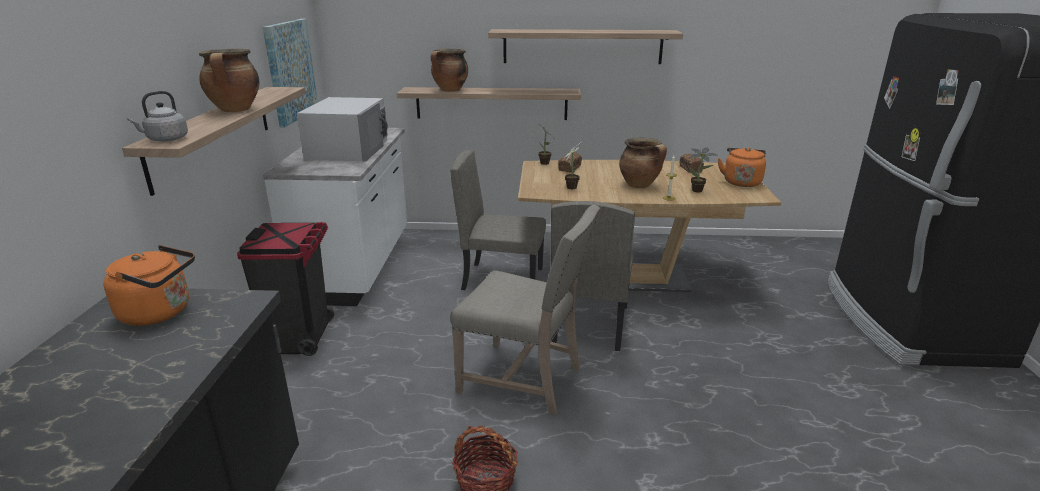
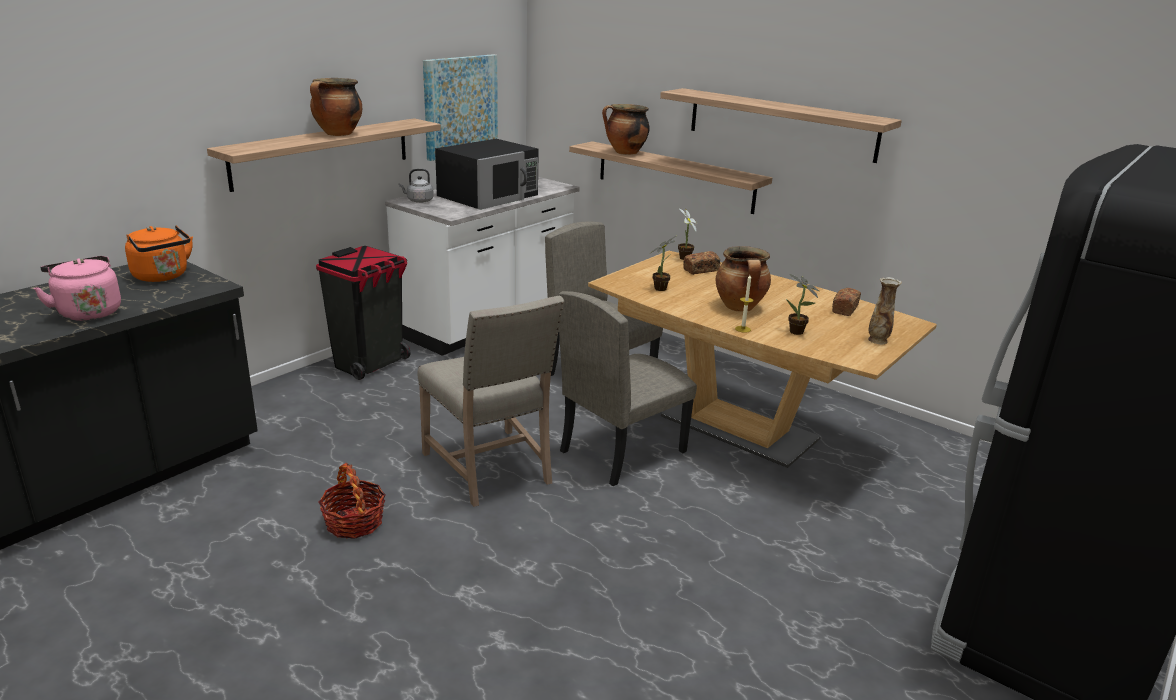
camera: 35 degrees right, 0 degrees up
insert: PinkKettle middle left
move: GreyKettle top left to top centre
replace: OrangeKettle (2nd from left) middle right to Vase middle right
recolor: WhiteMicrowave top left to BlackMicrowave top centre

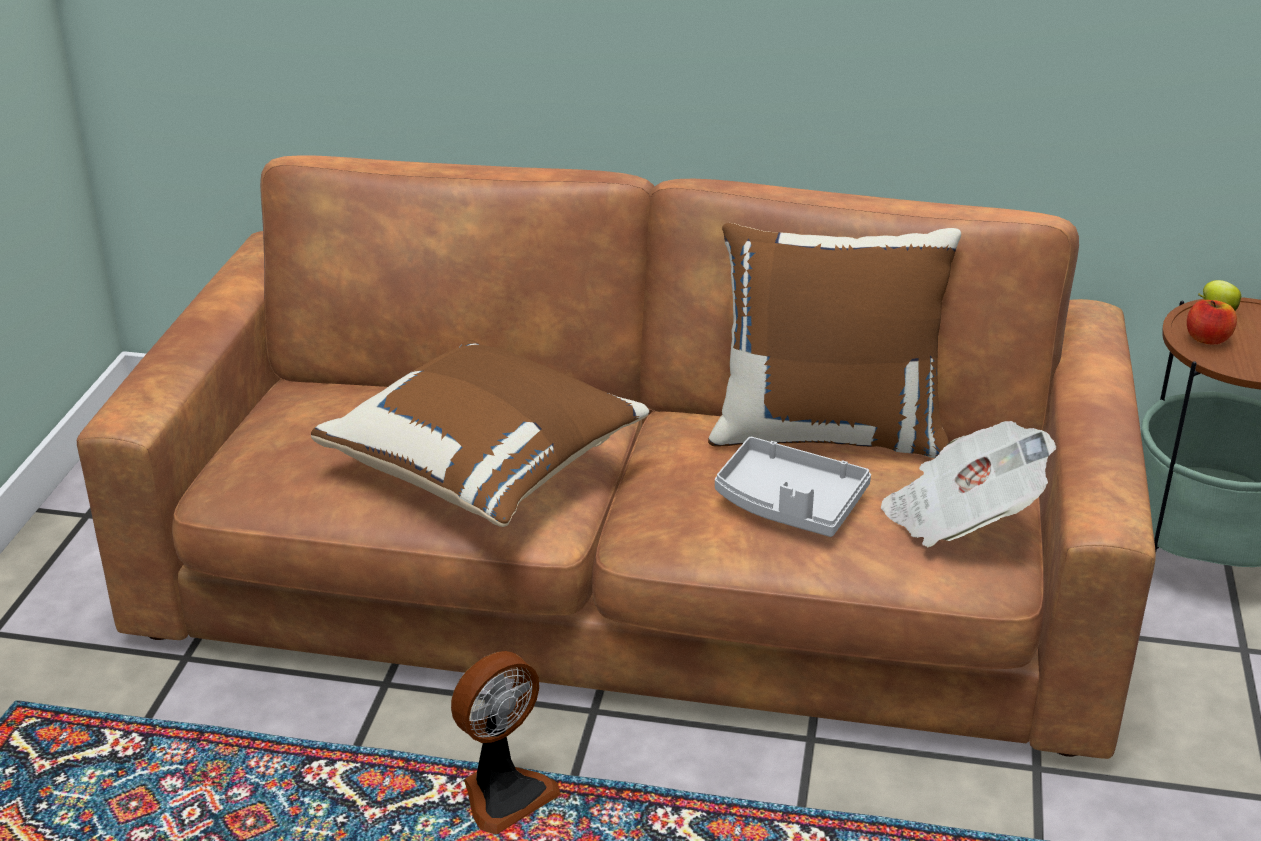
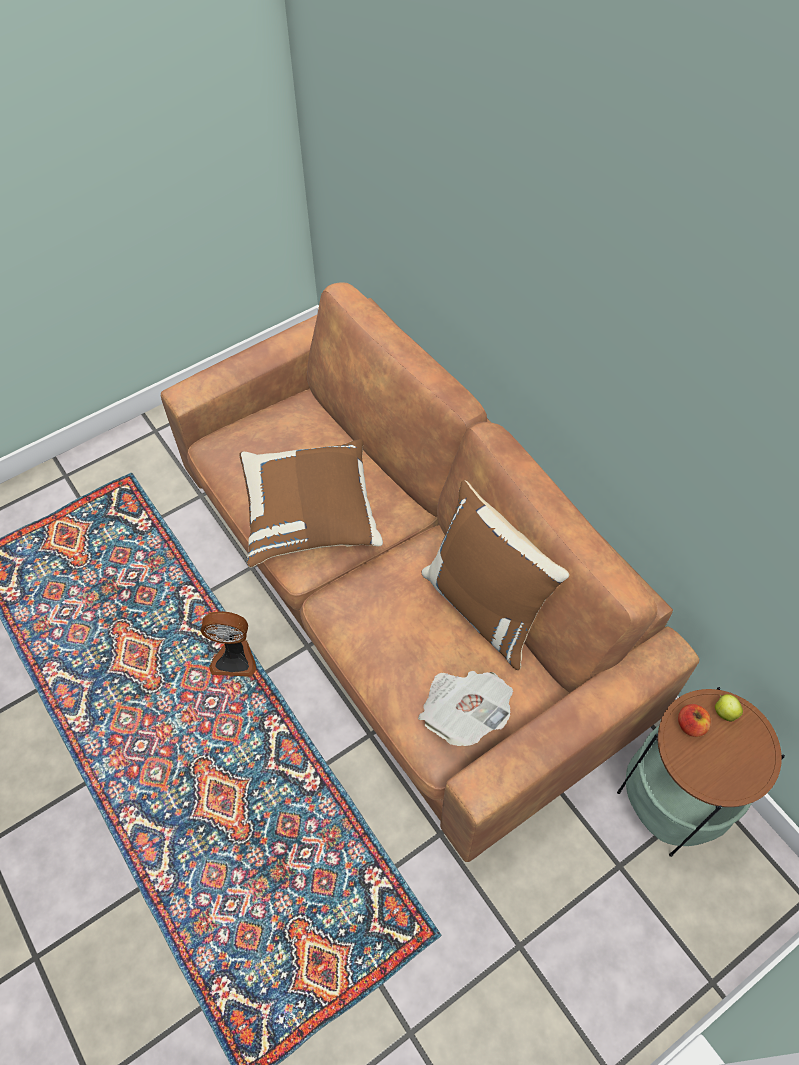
camera: 45 degrees right, 25 degrees up
delete: GreyTray centre

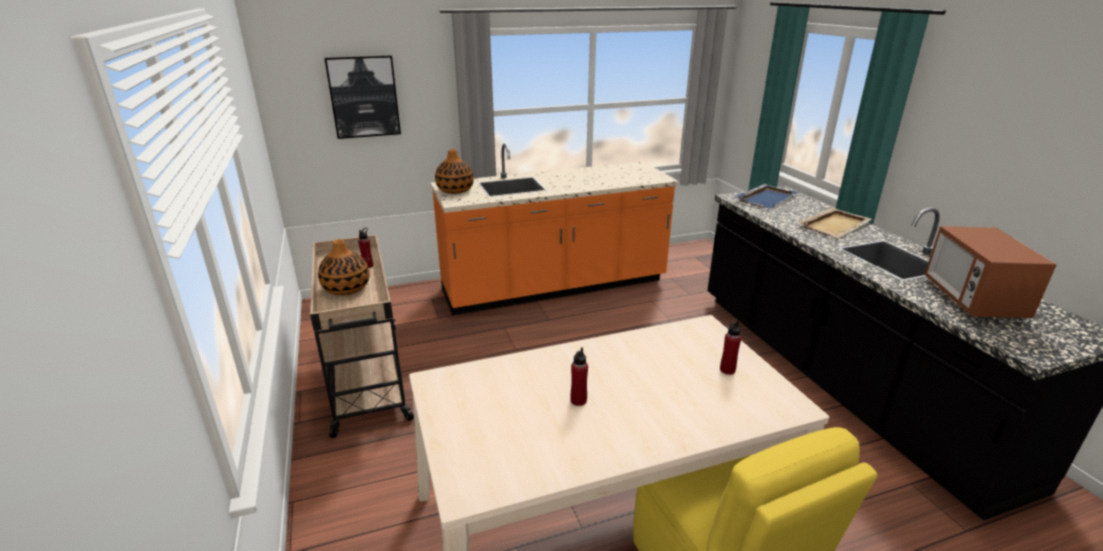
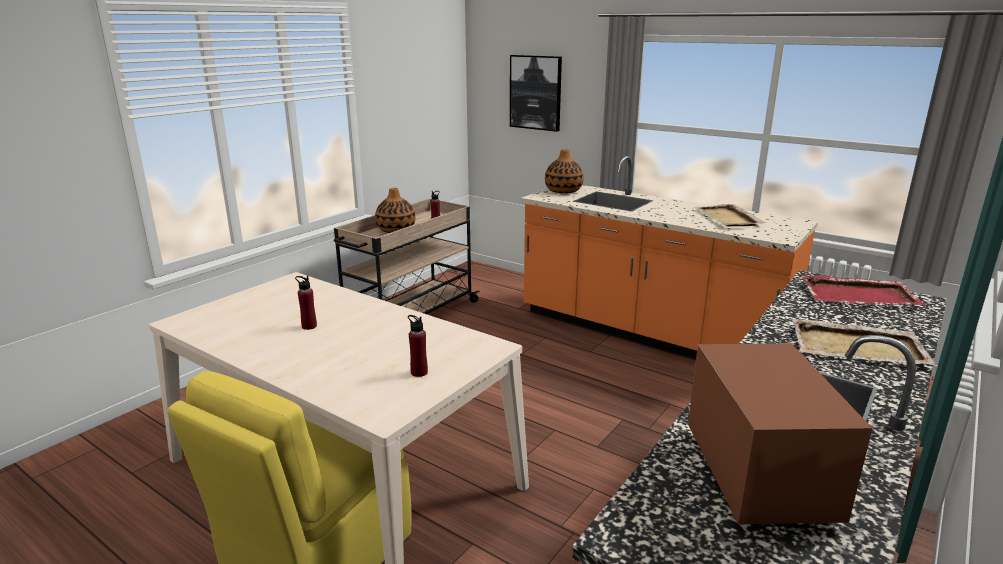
camera: 55 degrees right, 5 degrees down
insert: BeigeTray (1st from left) middle right
recolor: BlueTray middle right to RedTray middle right
rotate: Microwave middle right = bottom right 120 degrees clockwise

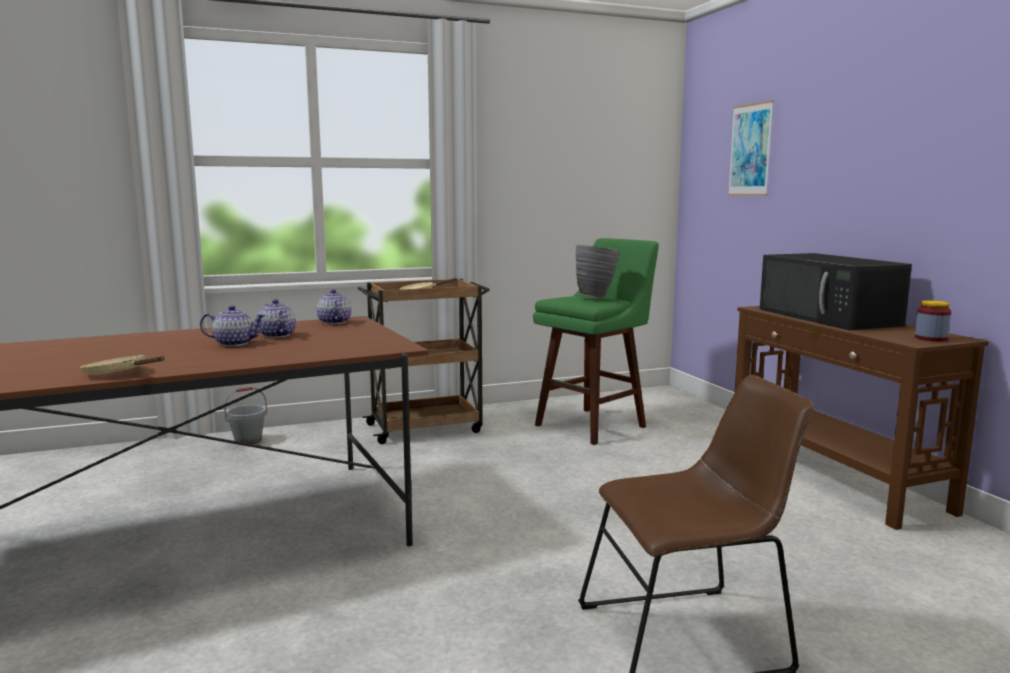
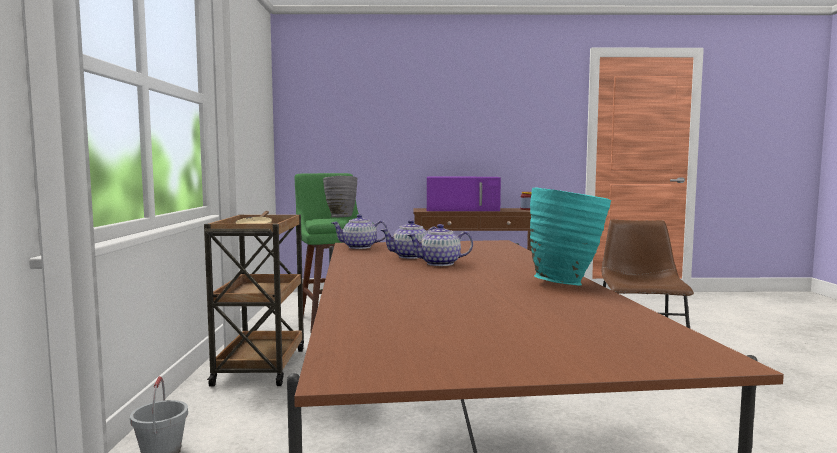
camera: 70 degrees left, 5 degrees down
delete: Picture top right
replace: BeigeFryingPan (1st from left) middle left to TurquoiseVase middle right
recolor: BlackMicrowave middle right to PurpleMicrowave centre
rotate: Teapot (1st from left in the first image) middle left = centre 120 degrees counterclockwise

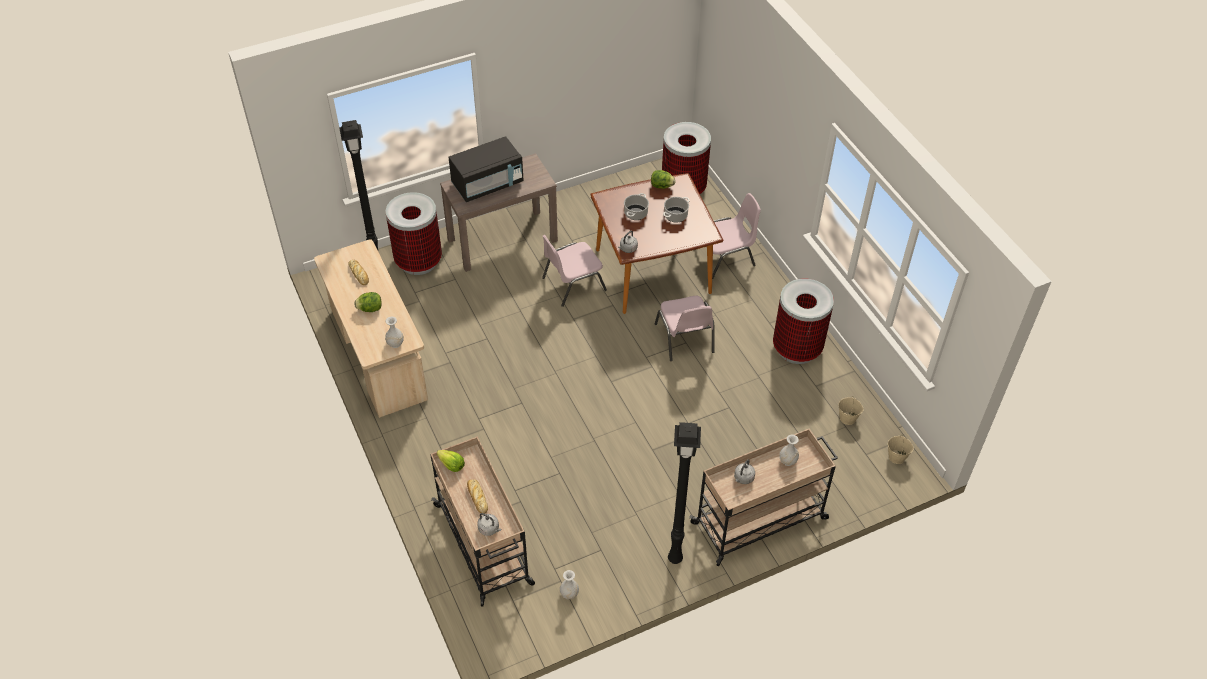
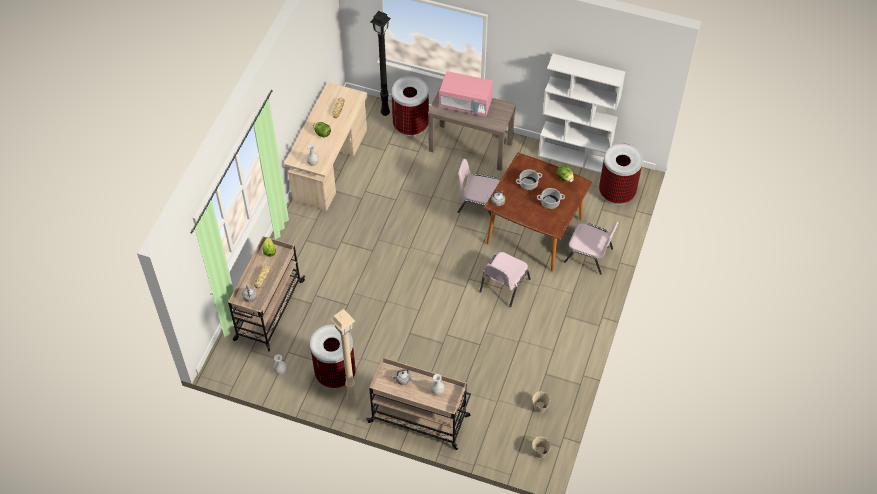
camera: 45 degrees right, 5 degrees up
insert: WhiteBookcase top centre
move: TrashCan (3rd from left in the first image) centre to TrashCan (1st from left) bottom centre
recolor: BlackMicrowave top centre to PinkMicrowave top centre; BlackFloorLamp (2nd from left) bottom centre to BeigeFloorLamp bottom centre

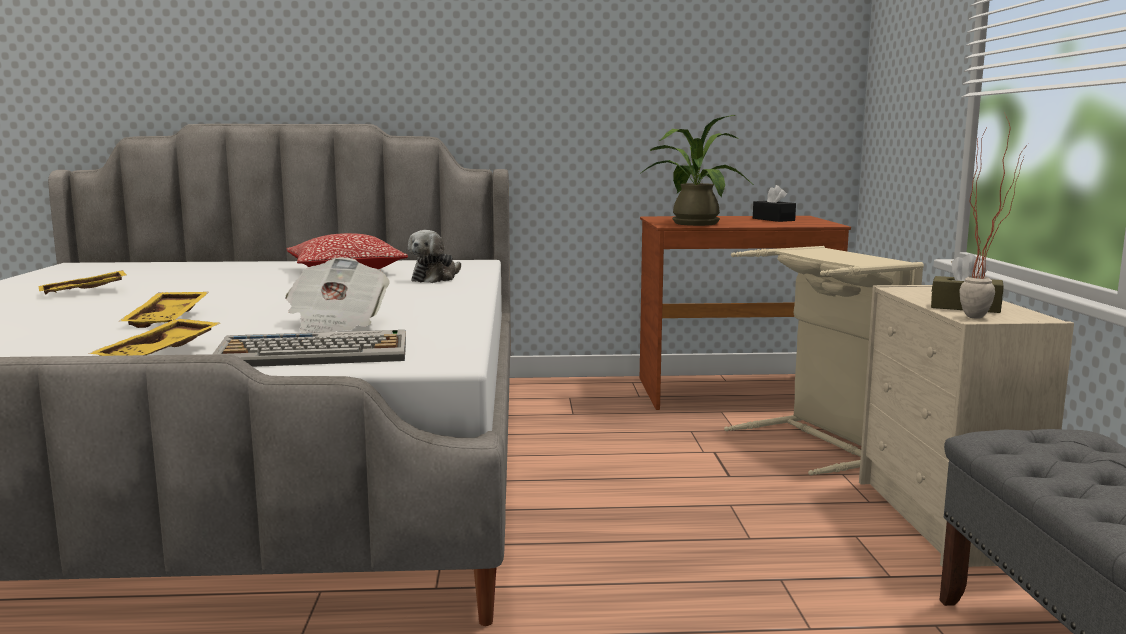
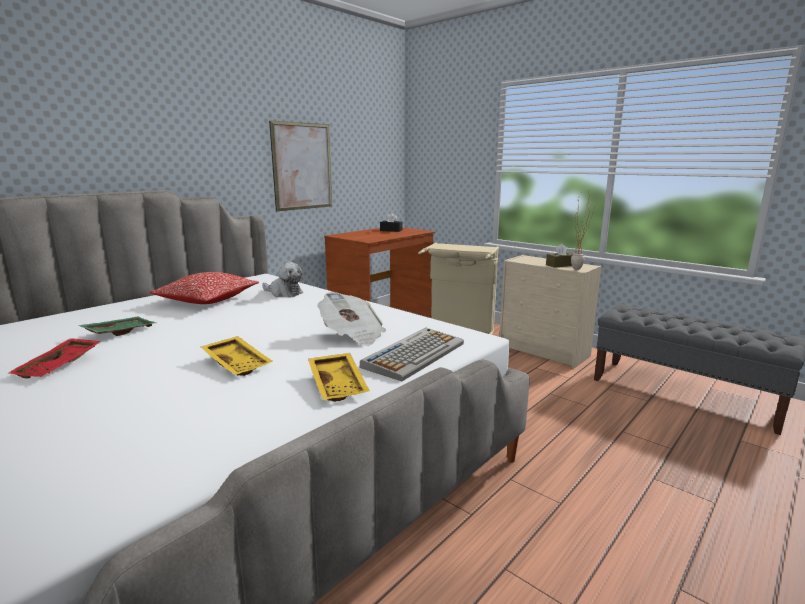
camera: 45 degrees left, 5 degrees up
delete: PottedPlant (1st from left) top centre
insert: GreenTray middle left; Picture top centre
recolor: YellowTray (1st from left) middle left to RedTray middle left
rotate: PlushToy centre = centre 45 degrees counterclockwise

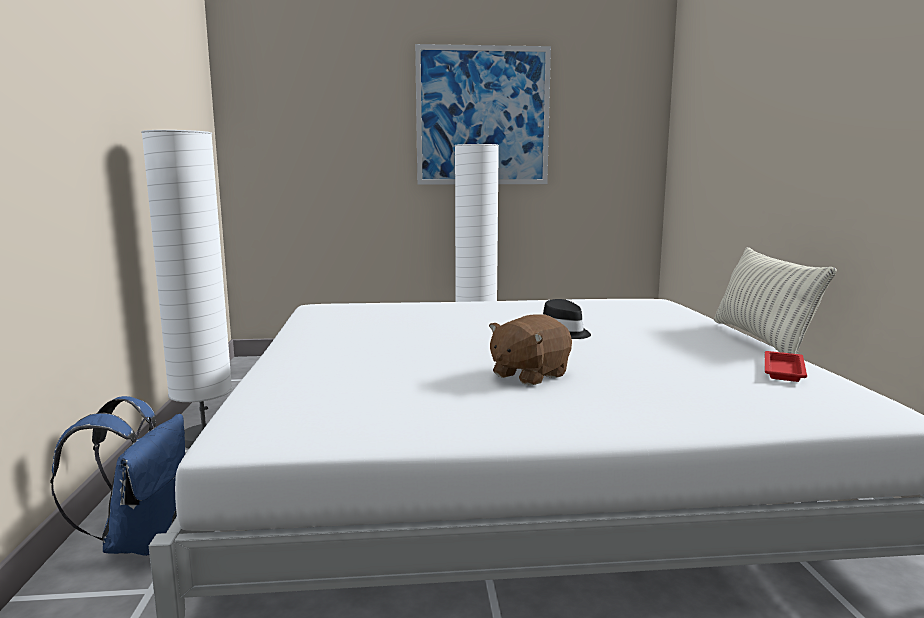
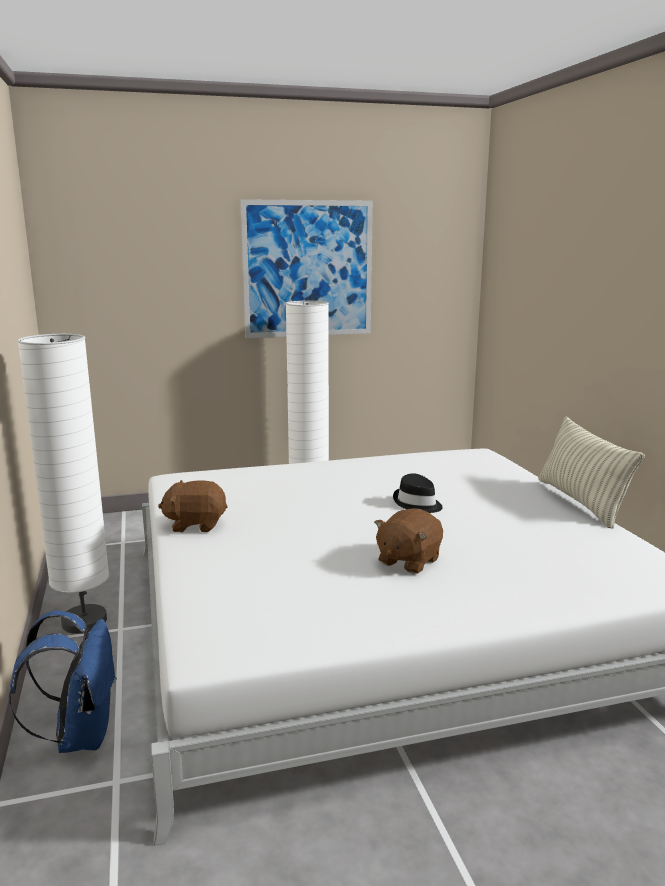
camera: 10 degrees left, 5 degrees up
delete: RedTray middle right
insert: BrownPlushToy (1st from left) middle left

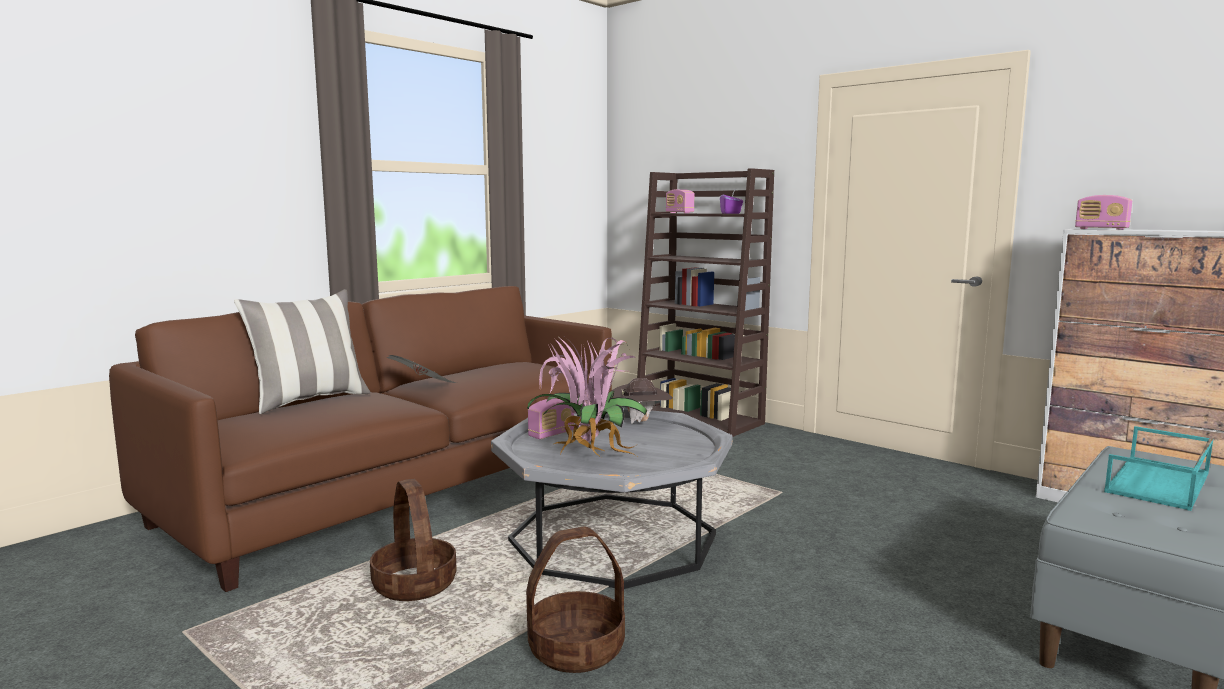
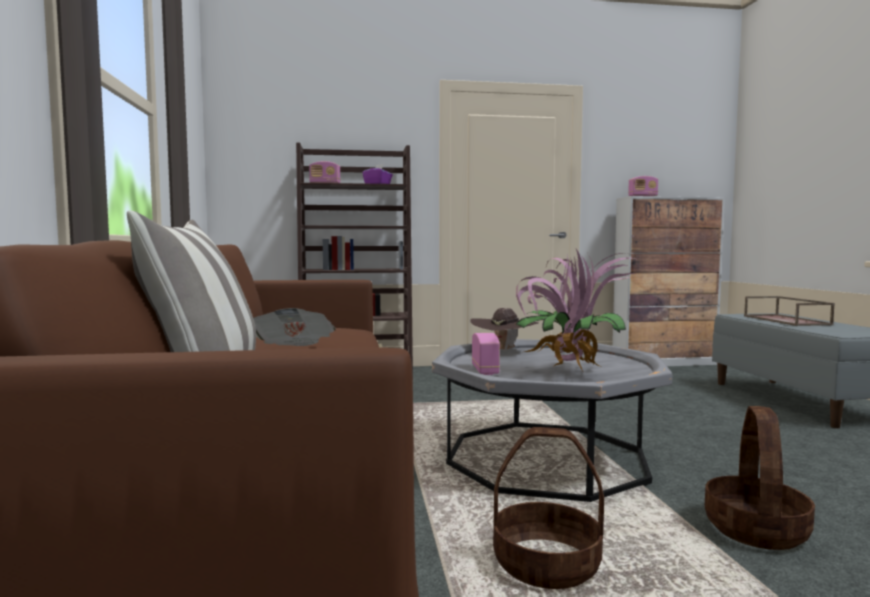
camera: 50 degrees left, 5 degrees down
recolor: TurquoiseTray bottom right to BrownTray middle right

